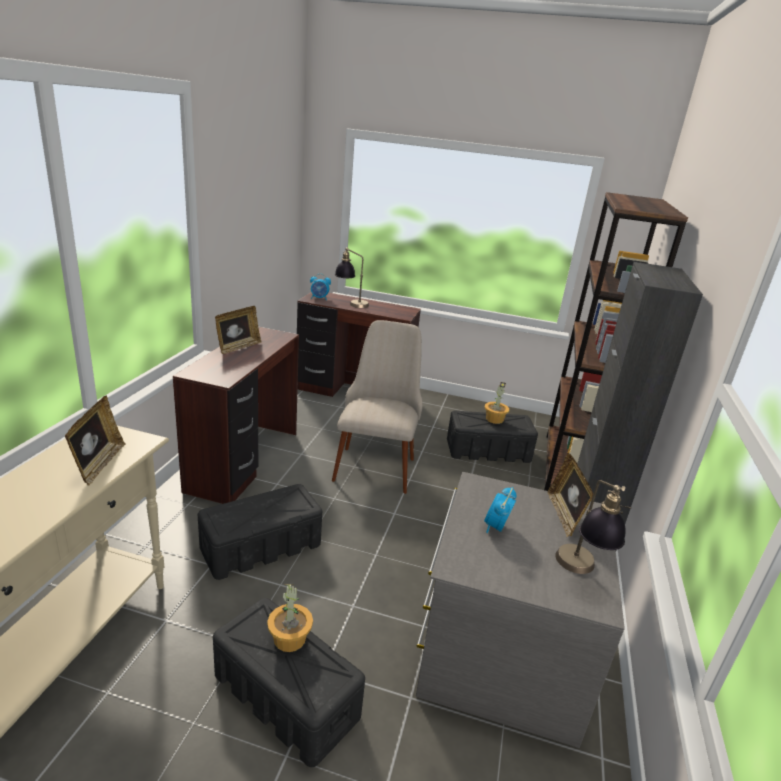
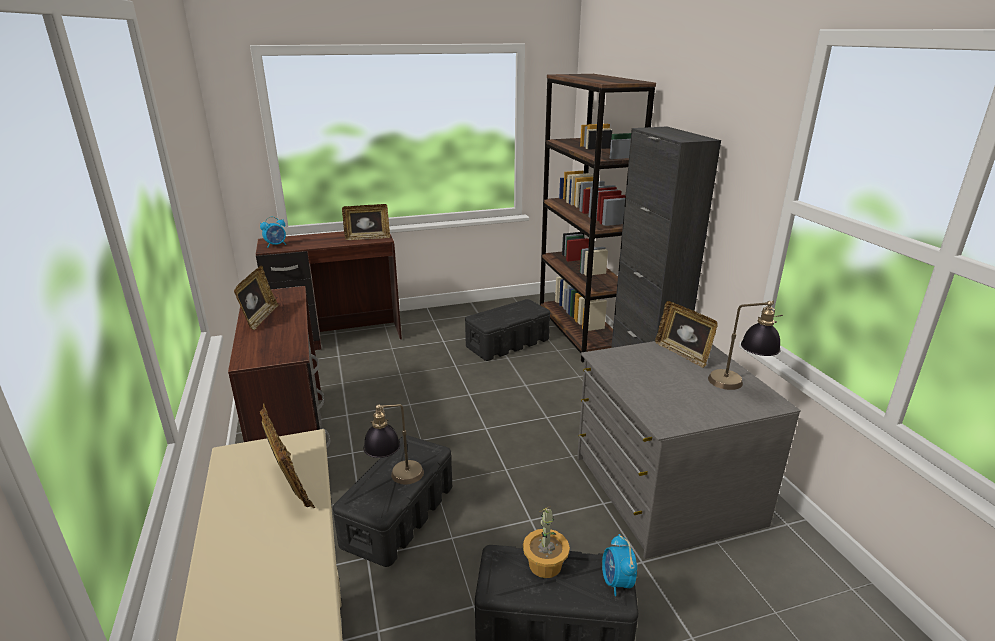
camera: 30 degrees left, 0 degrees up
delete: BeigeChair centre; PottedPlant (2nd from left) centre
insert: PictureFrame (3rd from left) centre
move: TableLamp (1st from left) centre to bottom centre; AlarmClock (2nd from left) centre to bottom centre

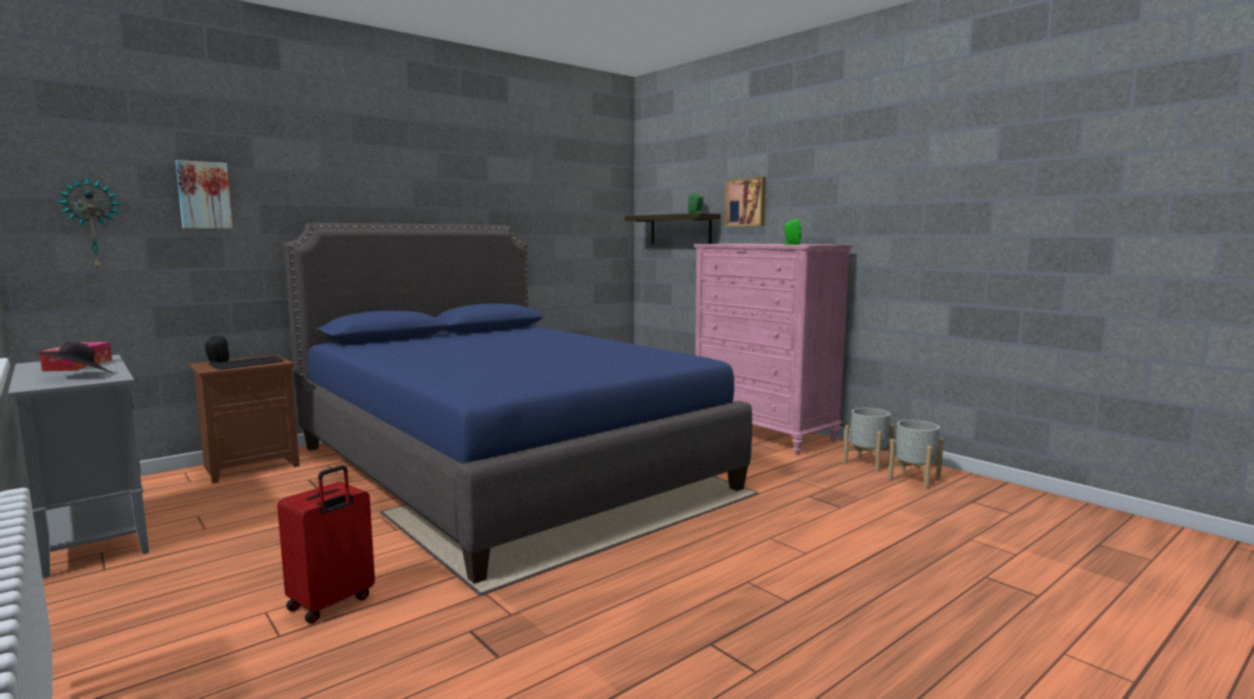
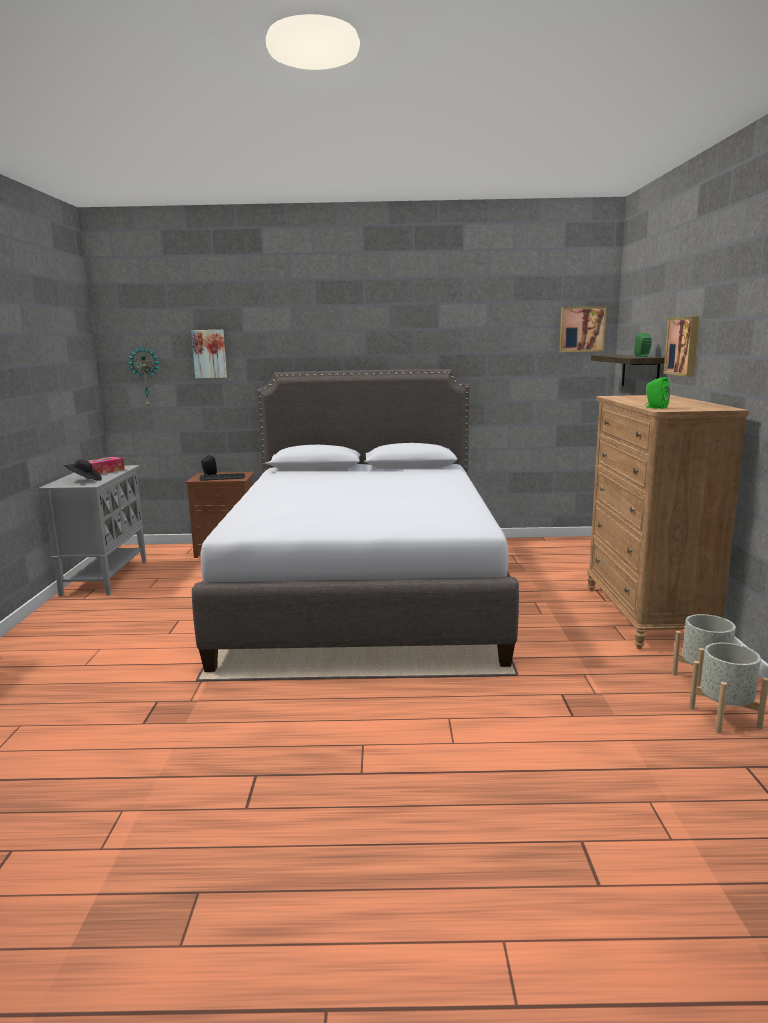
camera: 40 degrees right, 5 degrees up
delete: RedSuitcase bottom left
insert: Picture (2nd from left) top right
recolor: BlueBed centre to GreyBed centre; PinkDresser centre to BrownDresser middle right

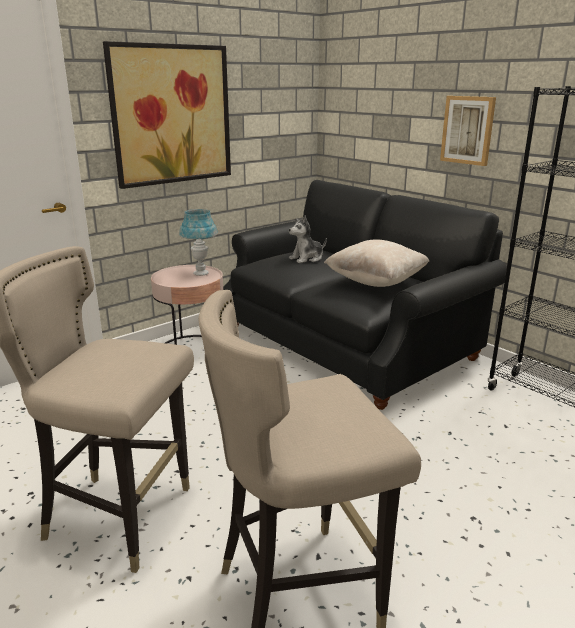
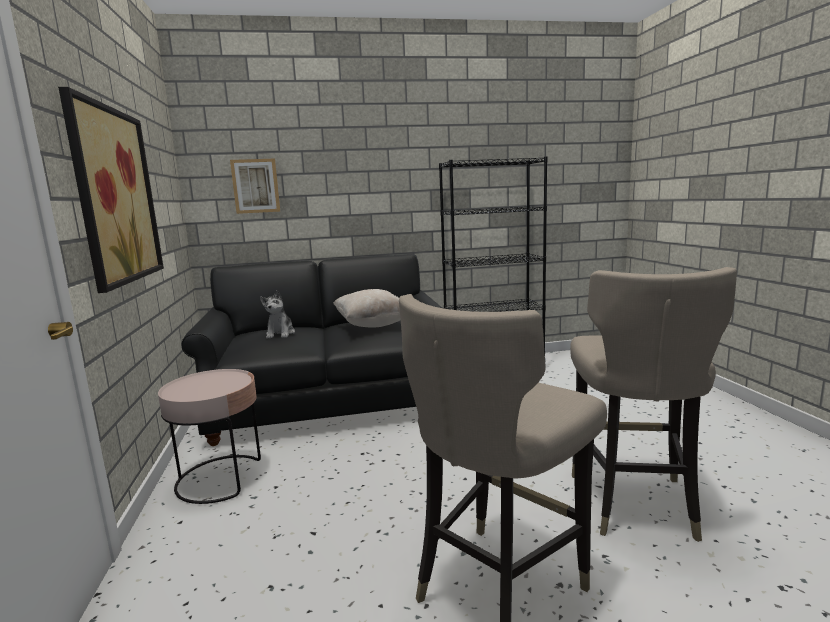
camera: 60 degrees left, 10 degrees down
delete: BlueTableLamp centre
move: Picture (2nd from left) top right to top left

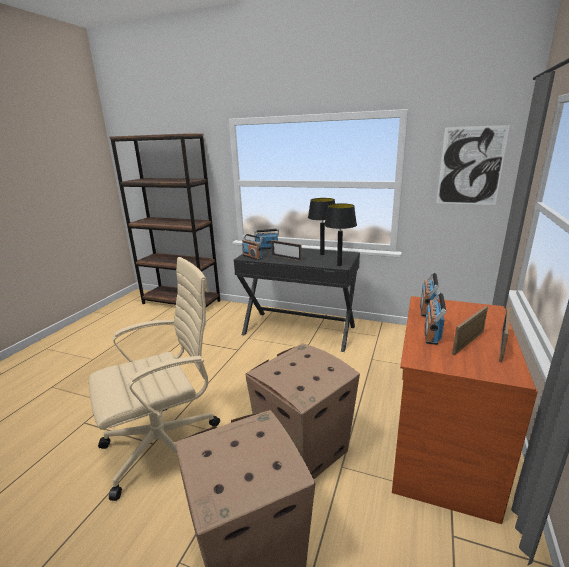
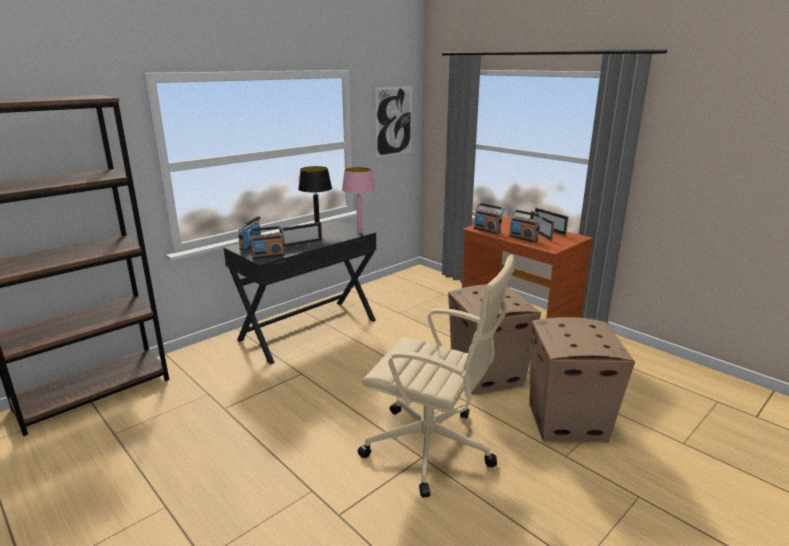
camera: 65 degrees left, 0 degrees up
recolor: BlackTableLamp (2nd from left) centre to PinkTableLamp centre
rotate: BeigeOfficeChair bottom left = bottom centre 120 degrees clockwise

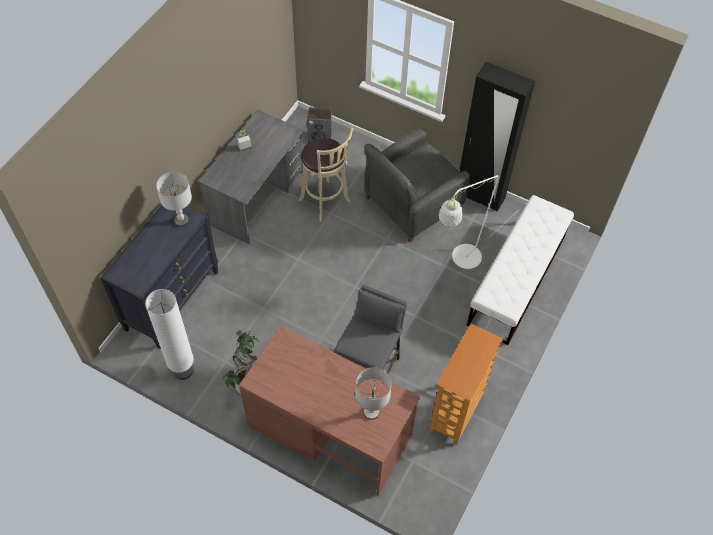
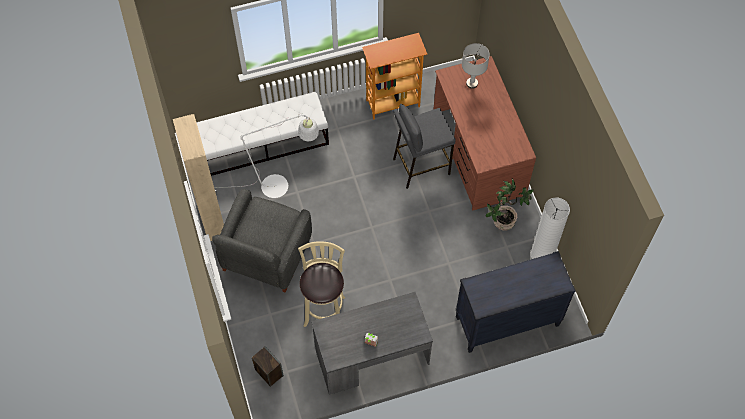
camera: 135 degrees left, 5 degrees up
delete: GreyTableLamp (1st from left) middle left
recolor: BlackWardrobe top right to BeigeWardrobe middle left
rotate: GreyArmchair centre = centre 105 degrees clockwise

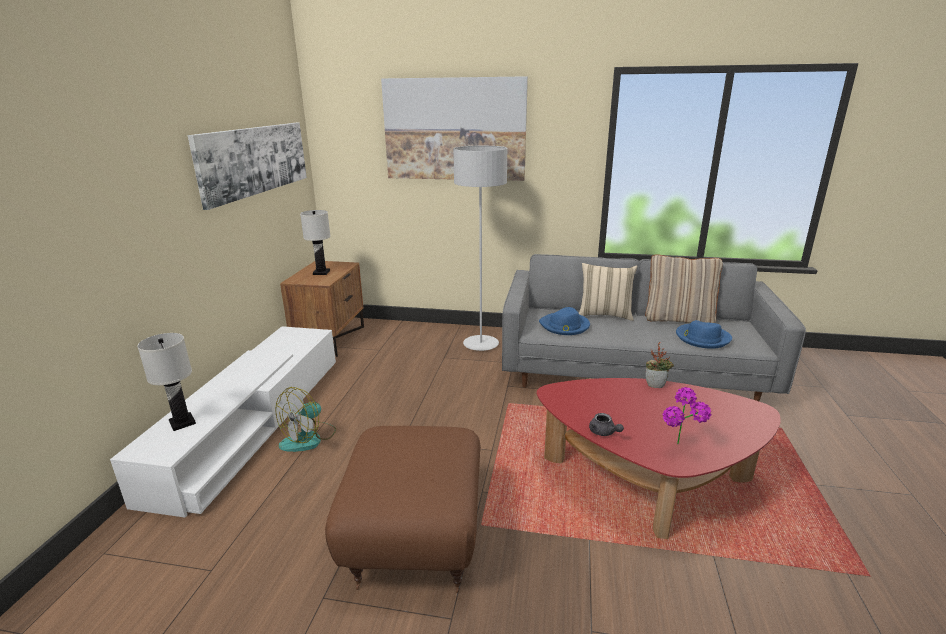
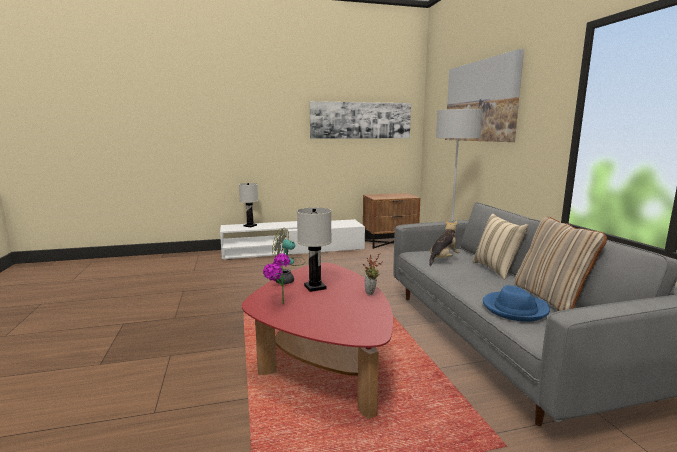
camera: 65 degrees right, 10 degrees down
delete: BrownOttoman bottom centre
move: WhiteTableLamp (2nd from left) middle left to centre
replace: BlueHat (1st from left) centre to PlushToy centre

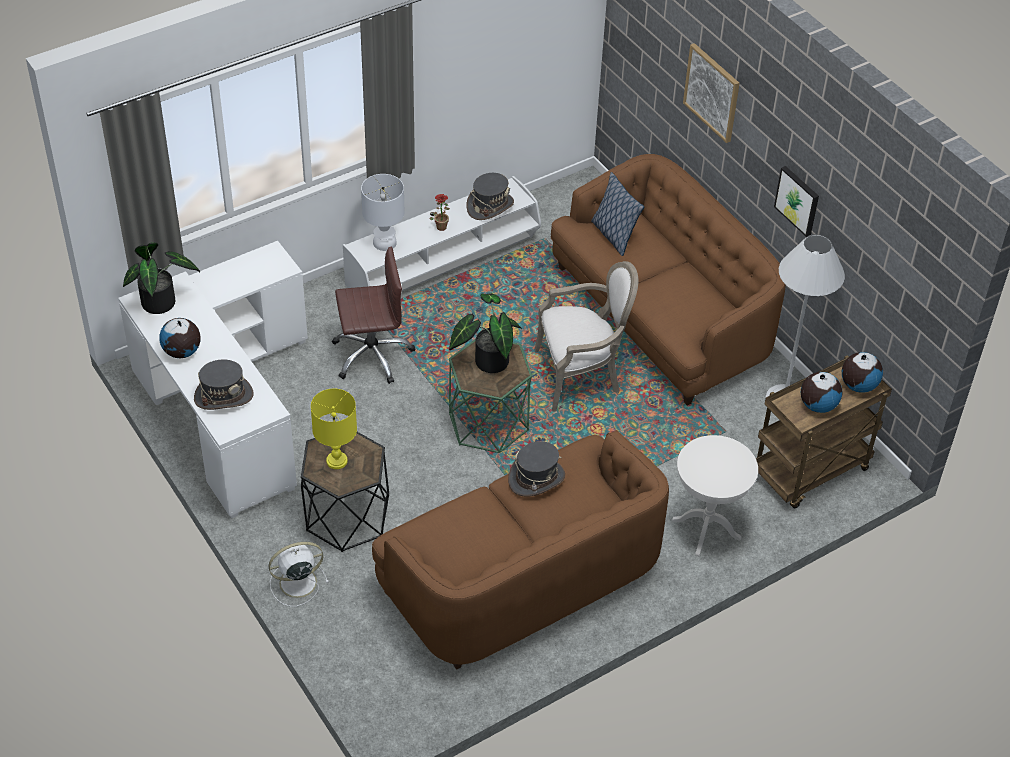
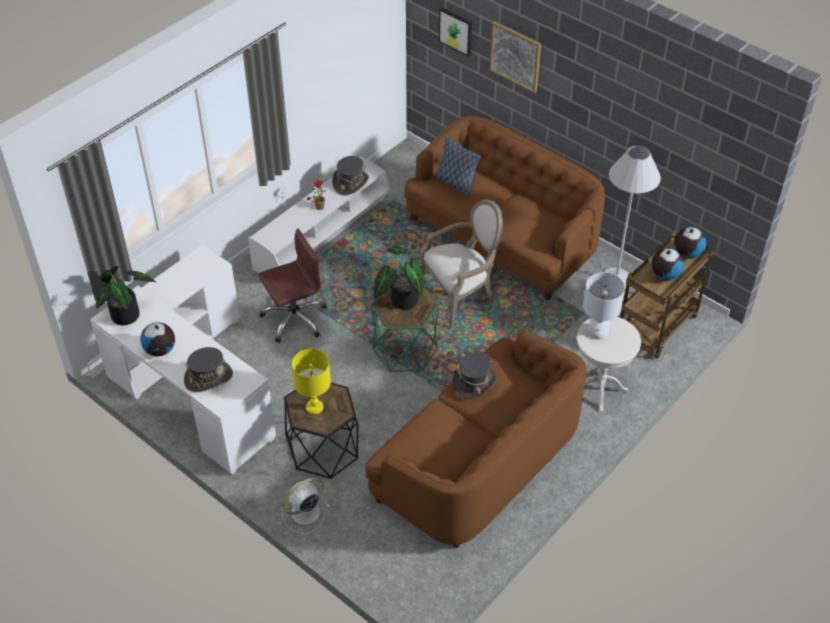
camera: 15 degrees left, 0 degrees up
move: WhiteTableLamp top centre to middle right; Picture (2nd from left in the first image) top right to Picture (1st from left) top centre

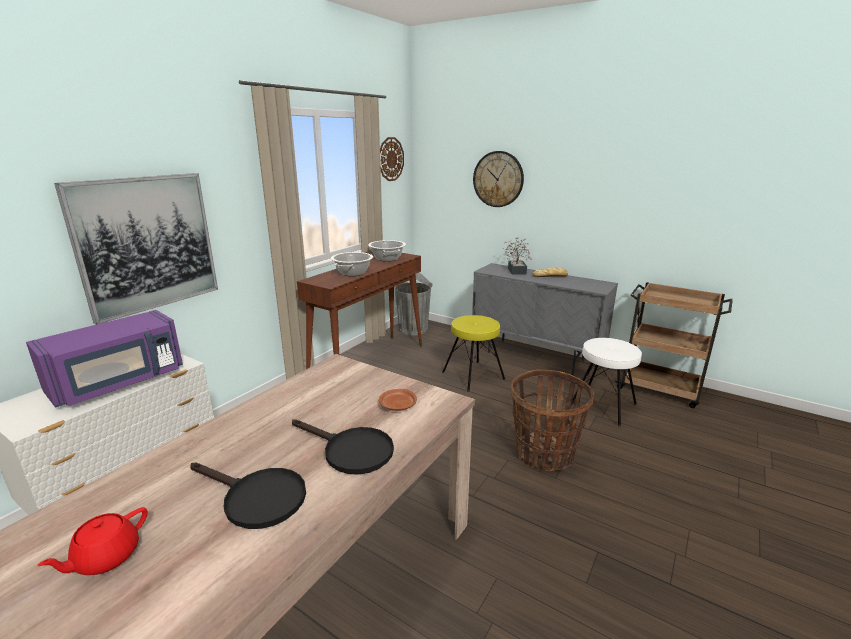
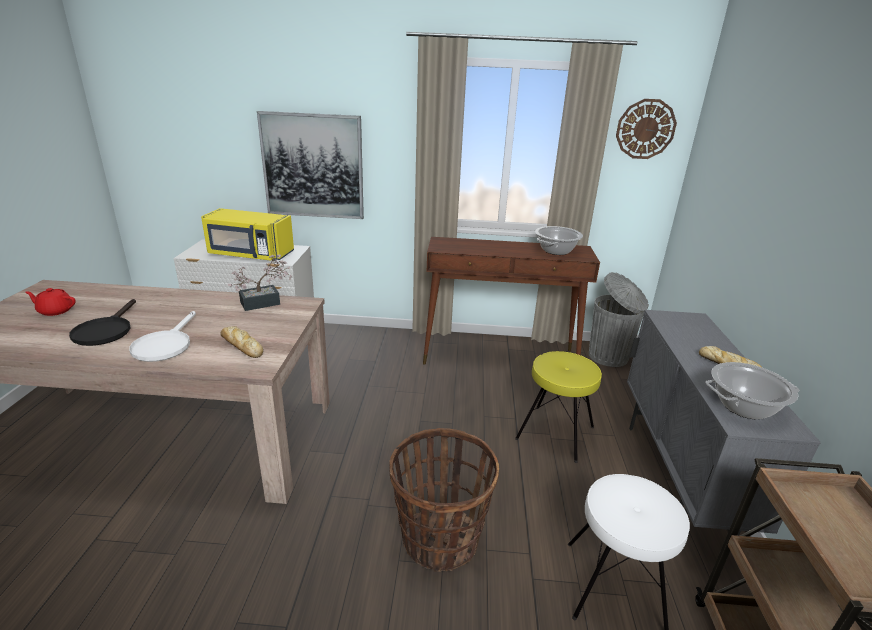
camera: 60 degrees right, 5 degrees up
delete: WallClock (2nd from left) top centre
move: CookingPot (1st from left in the first image) centre to CookingPot (2nd from left) middle right; PottedPlant centre to middle left
replace: BrownPlate centre to Bread (1st from left) middle left
recolor: PurpleMicrowave middle left to YellowMicrowave middle left; BlackFryingPan (2nd from left) bottom centre to WhiteFryingPan middle left

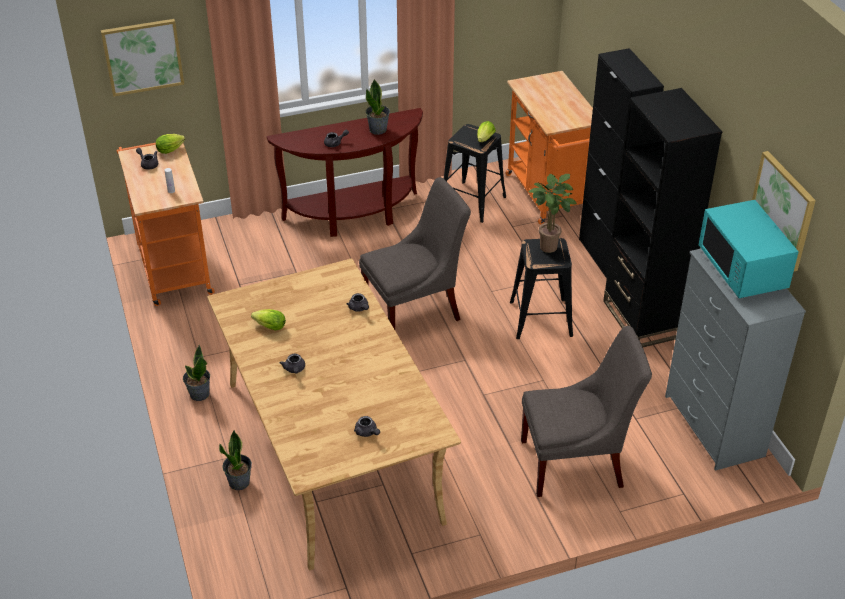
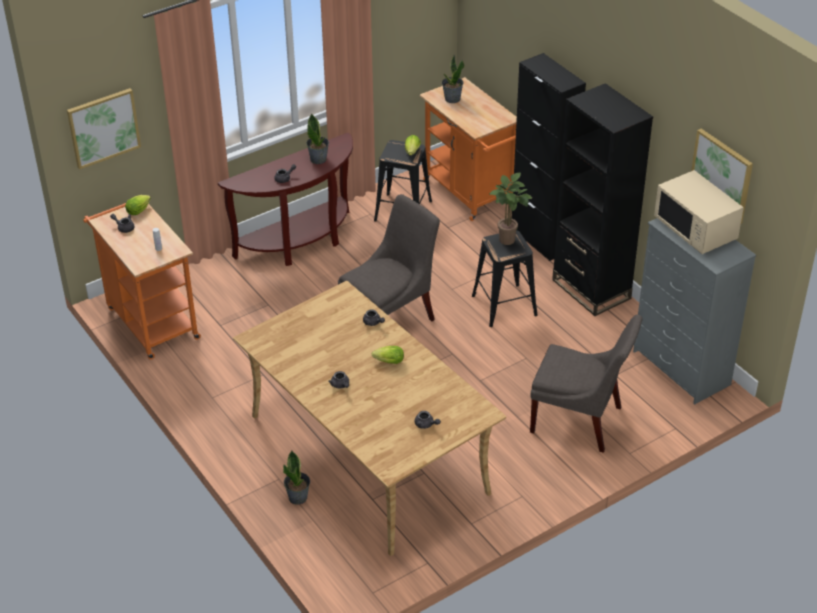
camera: 15 degrees left, 0 degrees up
move: PottedPlant (1st from left in the first image) middle left to PottedPlant (3rd from left) top centre; Lettuce (2nd from left) middle left to centre
recolor: TurquoiseMicrowave middle right to BeigeMicrowave middle right
rotate: GreyChair (2nd from left) bottom right = middle right 45 degrees clockwise

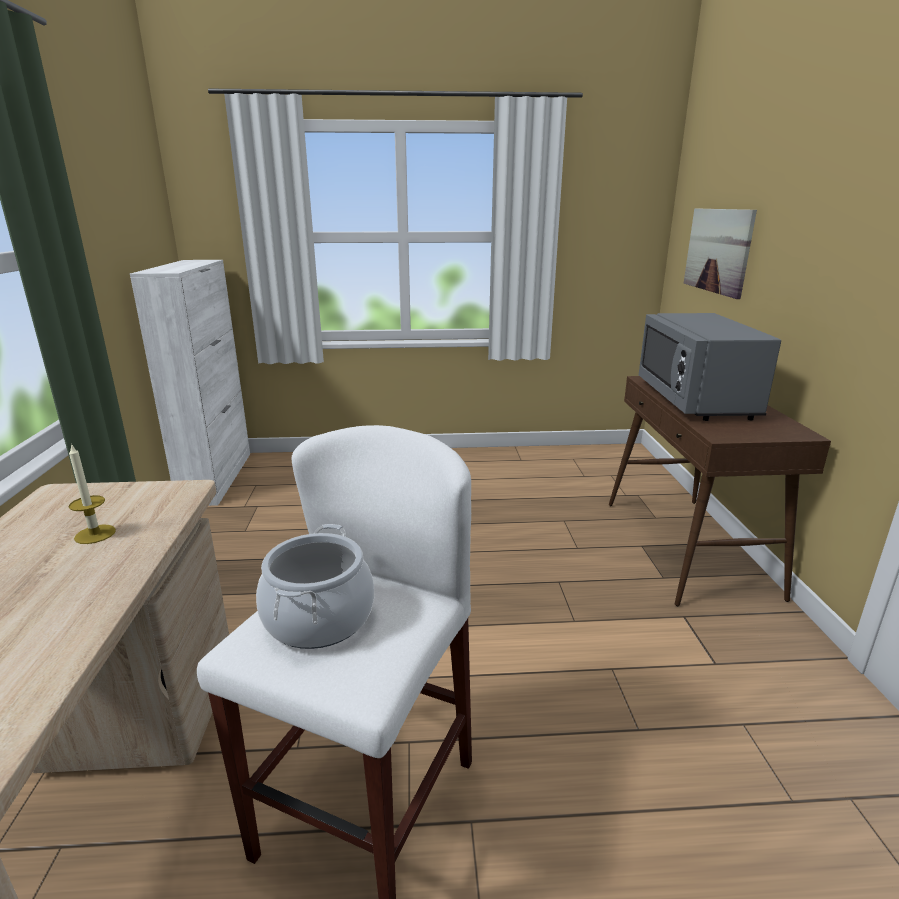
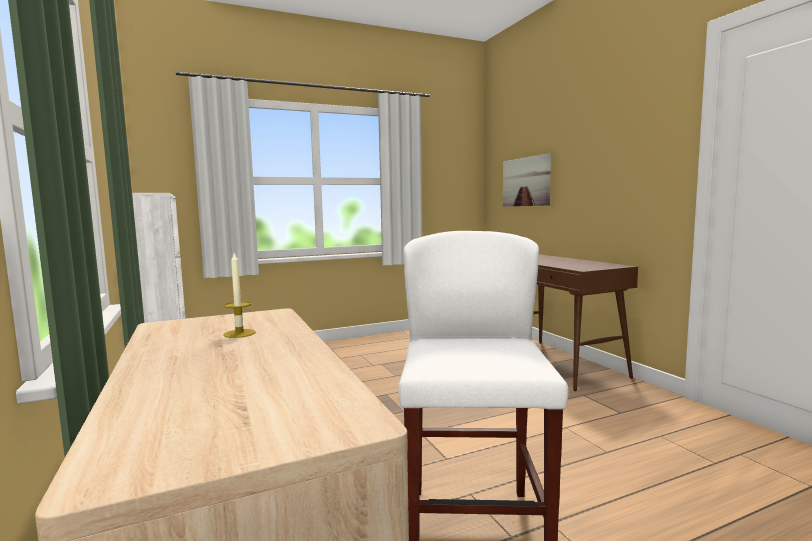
camera: 20 degrees left, 15 degrees down
delete: CookingPot centre; GreyMicrowave middle right

